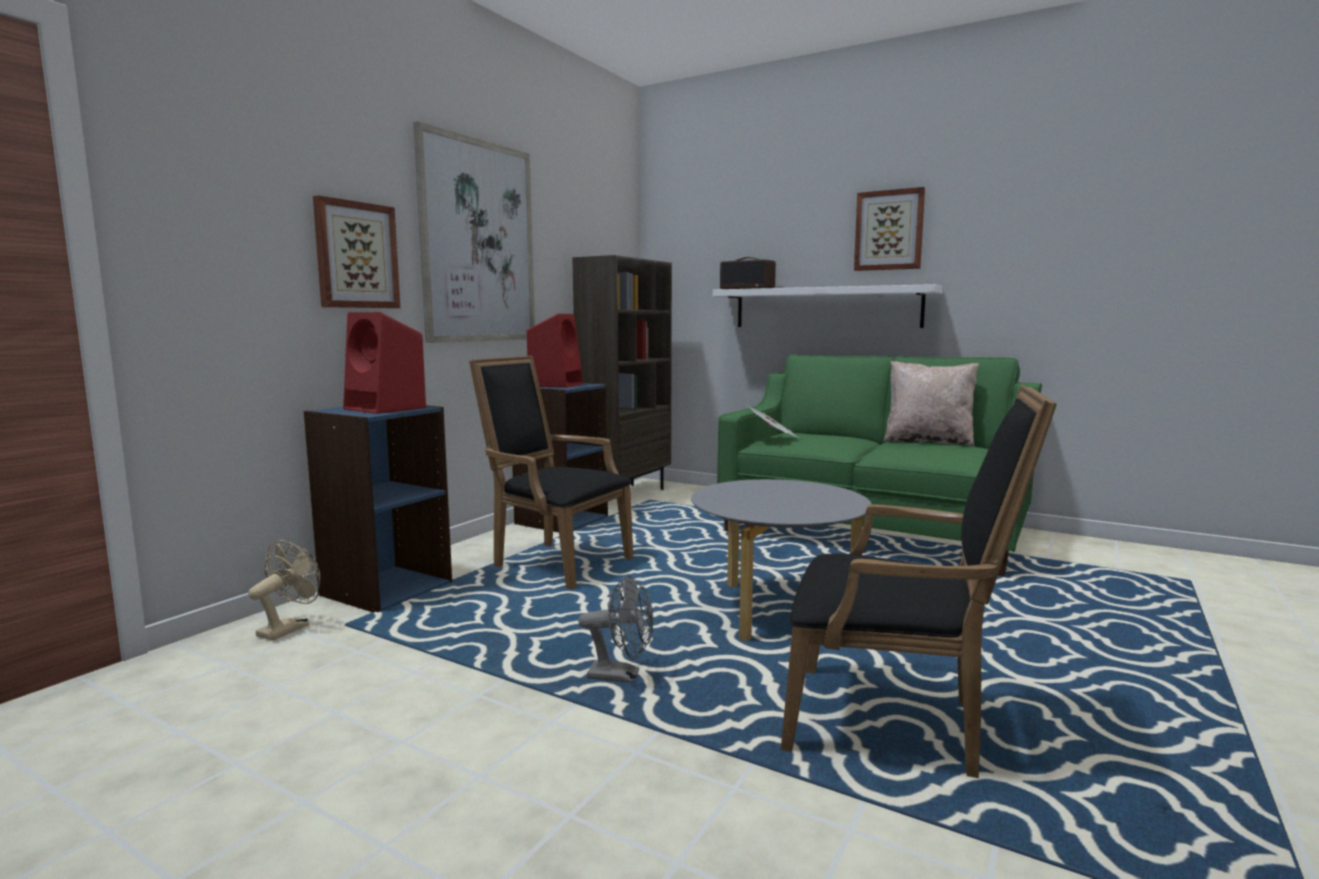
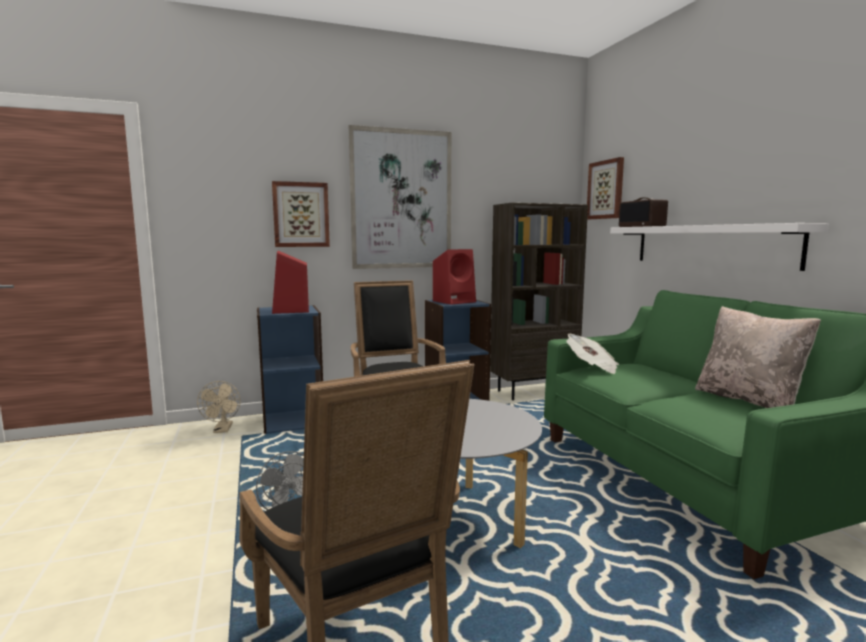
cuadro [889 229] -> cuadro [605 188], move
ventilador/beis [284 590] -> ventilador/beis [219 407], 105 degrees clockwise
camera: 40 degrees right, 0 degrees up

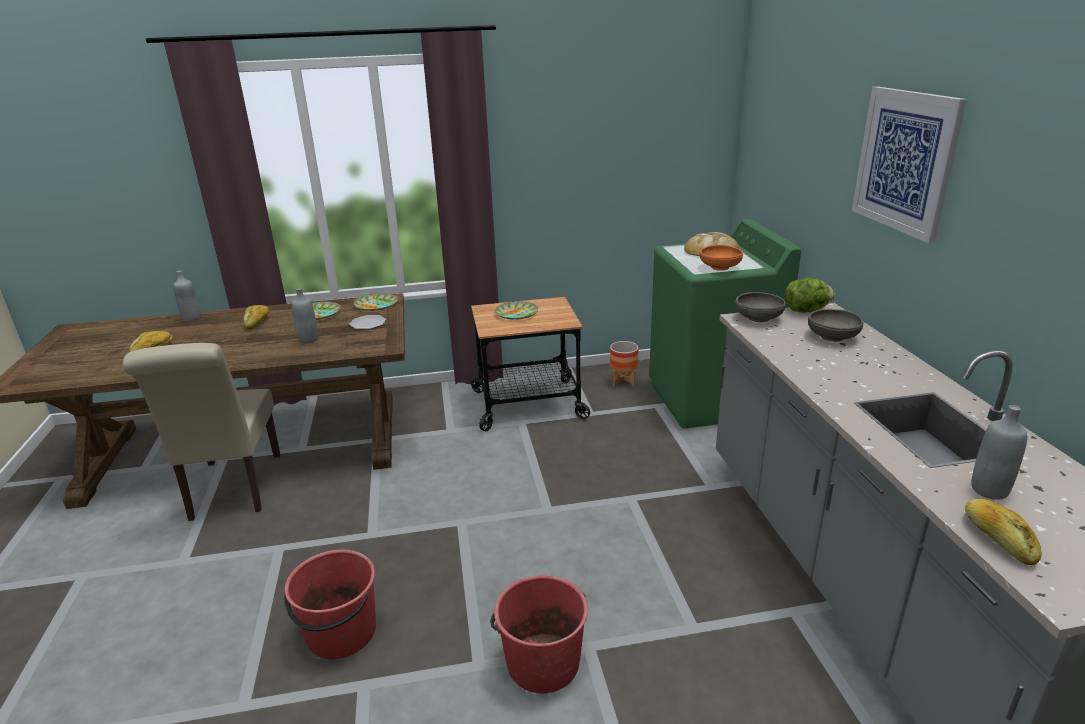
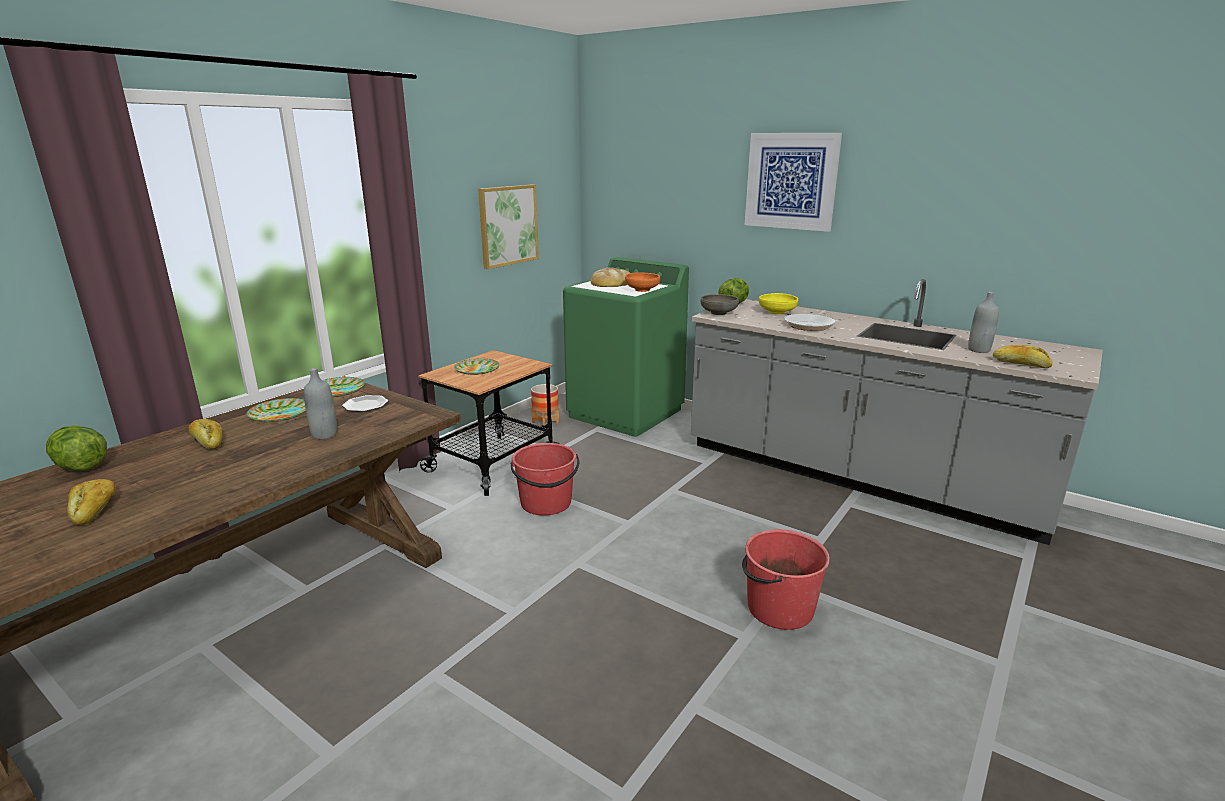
silla/beis [201 432] -> none
none -> cuadro [508 227]
none -> sartén [809 320]
cubo/rojo [330 604] -> cubo/rojo [545 479], move
botella/gris [187 296] -> lechuga [76 448]
cuenco/gris [835 325] -> cuenco/amarillo [778 304]
camera: 45 degrees left, 5 degrees down

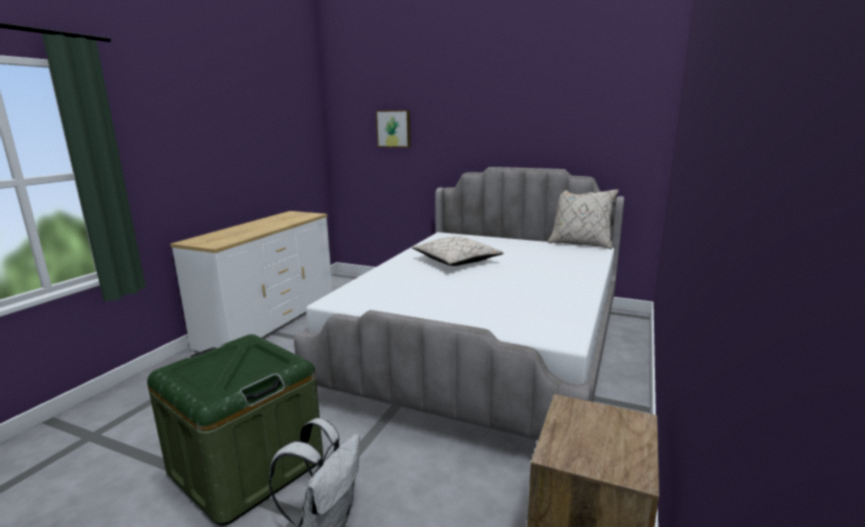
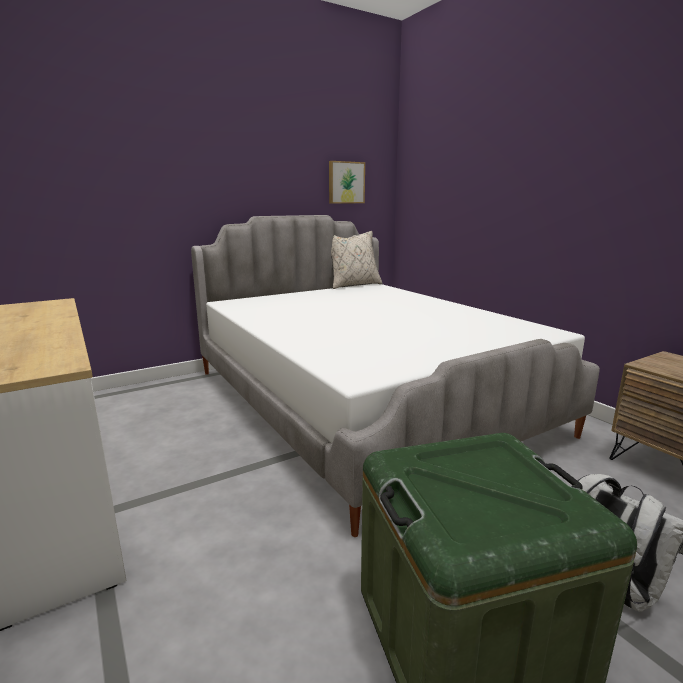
cojín/beis [458 251] -> none
cuadro [393 129] -> cuadro [347 182], move
camera: 55 degrees left, 0 degrees up

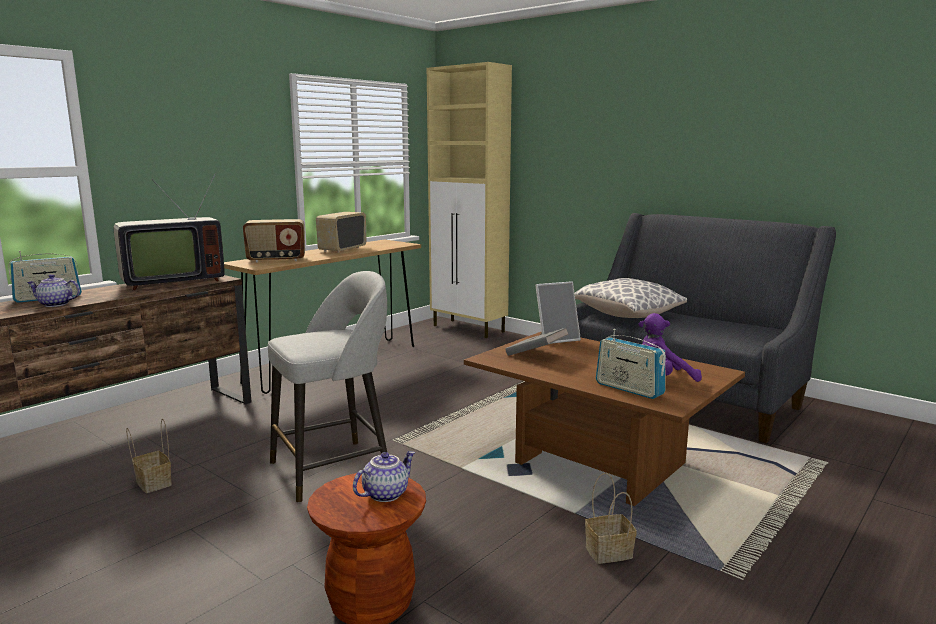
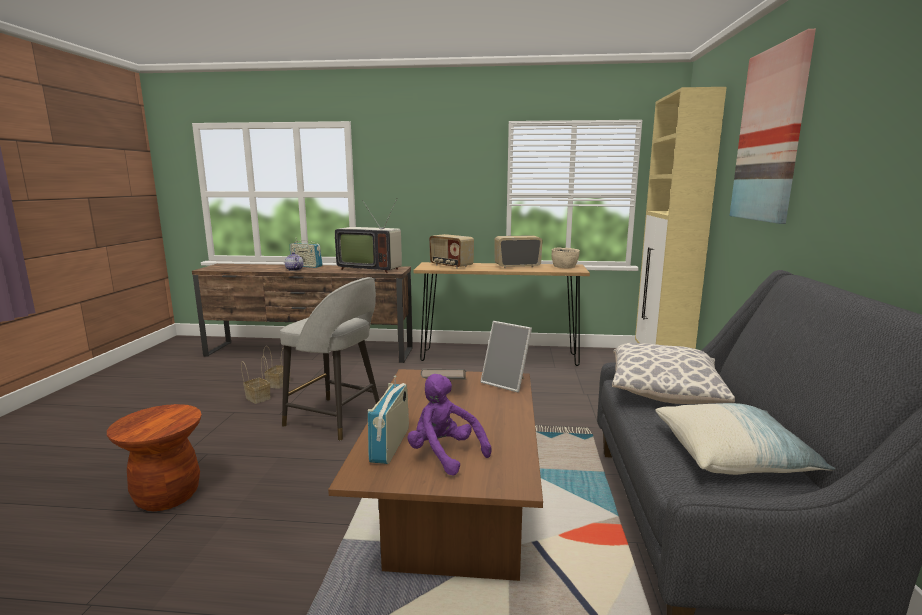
tetera [384 476] -> none
none -> cuenco/beis [565 258]
none -> cojín [745 439]
none -> cuadro [773 126]
cesta [610 518] -> cesta [256 380], move
camera: 55 degrees right, 0 degrees up

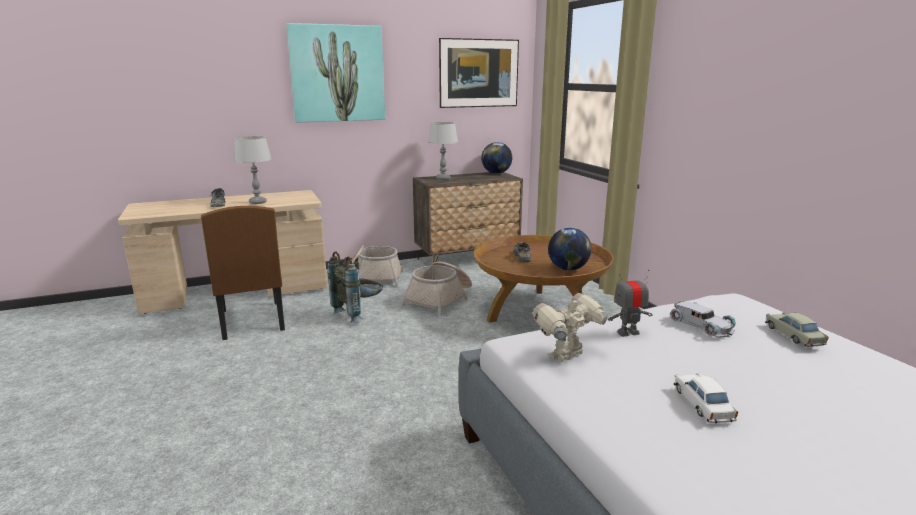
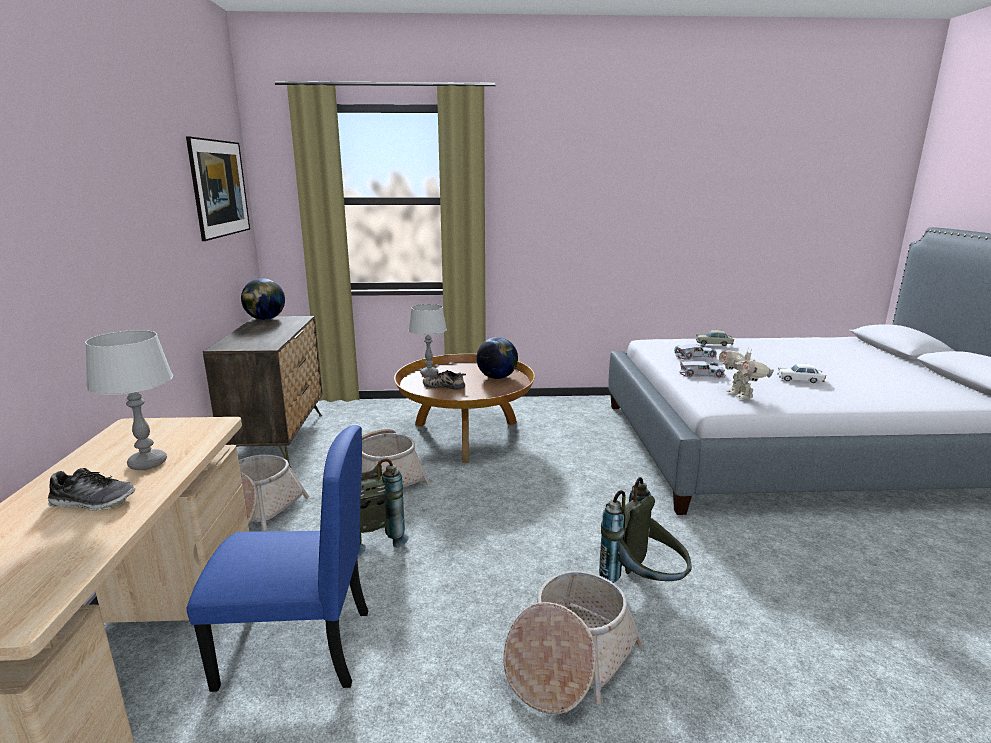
cuadro [335 72] -> none
none -> cesta [573 642]
none -> mochila/gris [645 530]
lámpara de mesa/gris [443 151] -> lámpara de mesa/gris [428 340], move
robot de juguete [630 303] -> coche de juguete/blanco [702 370]
silla/marrón [243 273] -> silla/azul [277 558]
camera: 70 degrees left, 0 degrees up

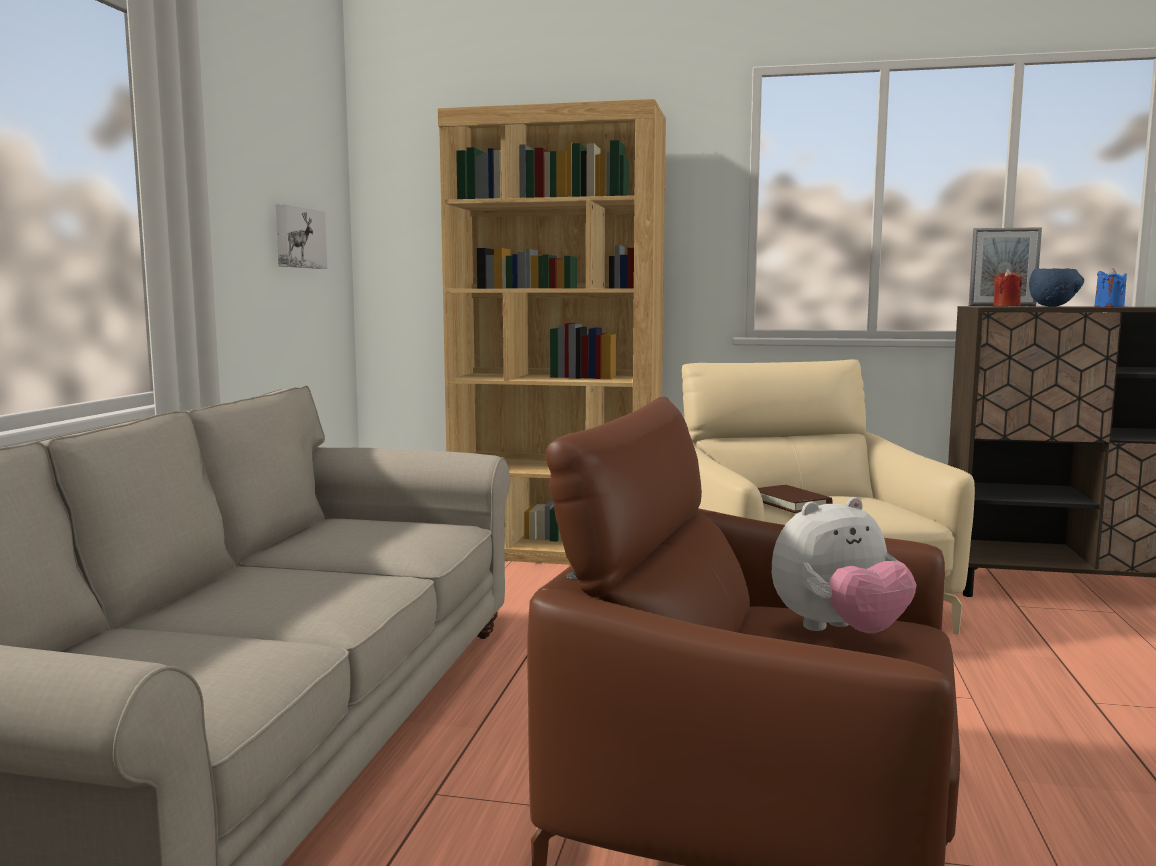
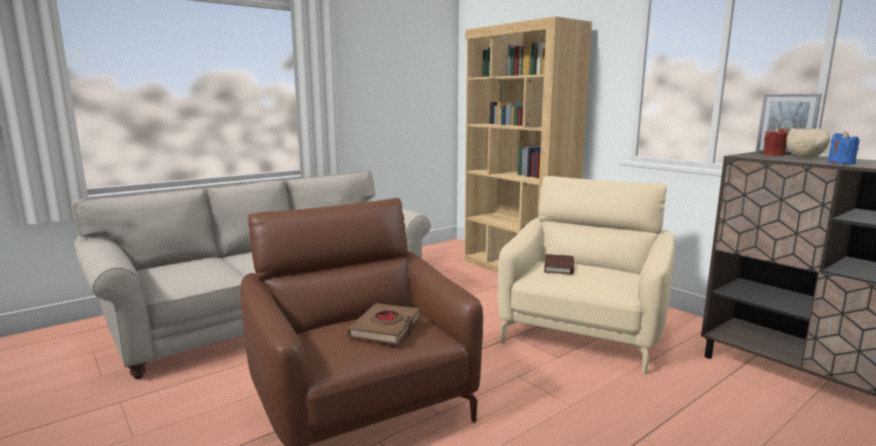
cuadro [301 236] -> none
peluche [844 565] -> libro/marrón [384 324]
cuenco/azul [1056 287] -> cuenco/beis [808 143]
camera: 40 degrees right, 5 degrees up

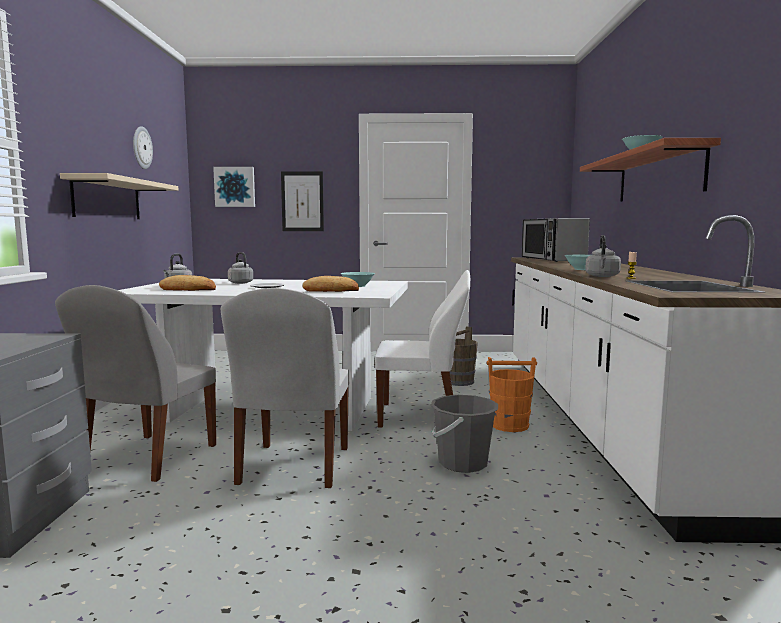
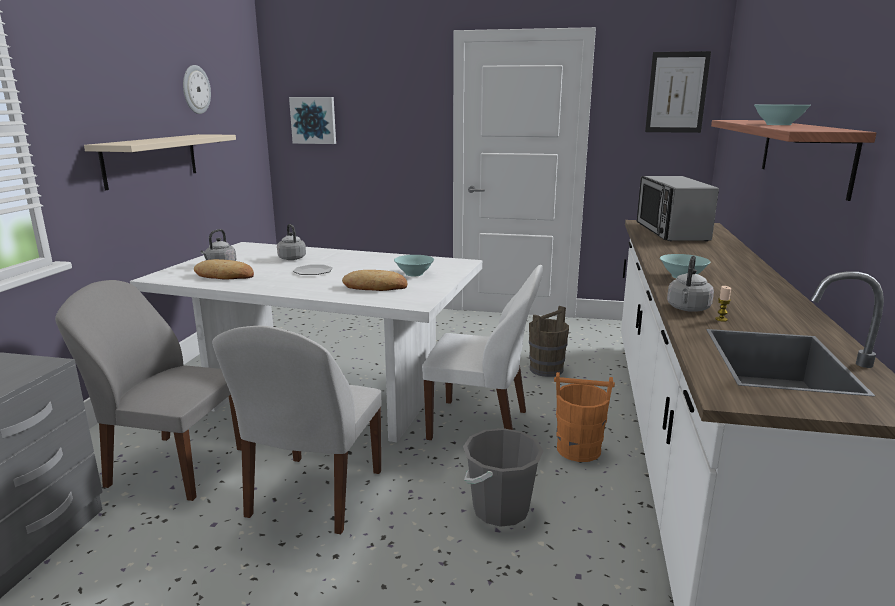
cuadro [302 201] -> cuadro [678 92], move
silla/gris [135 383] -> silla/gris [148 390], 75 degrees clockwise
camera: 10 degrees right, 10 degrees up

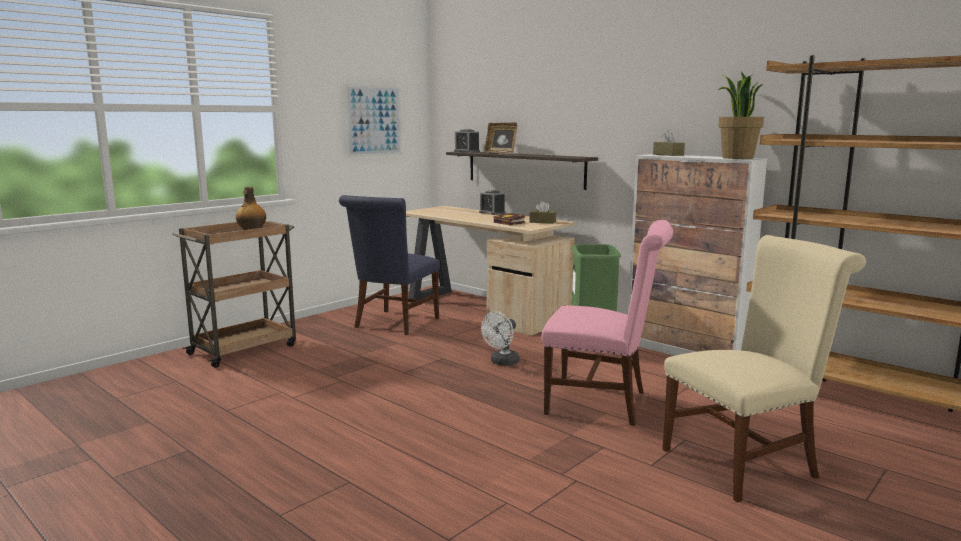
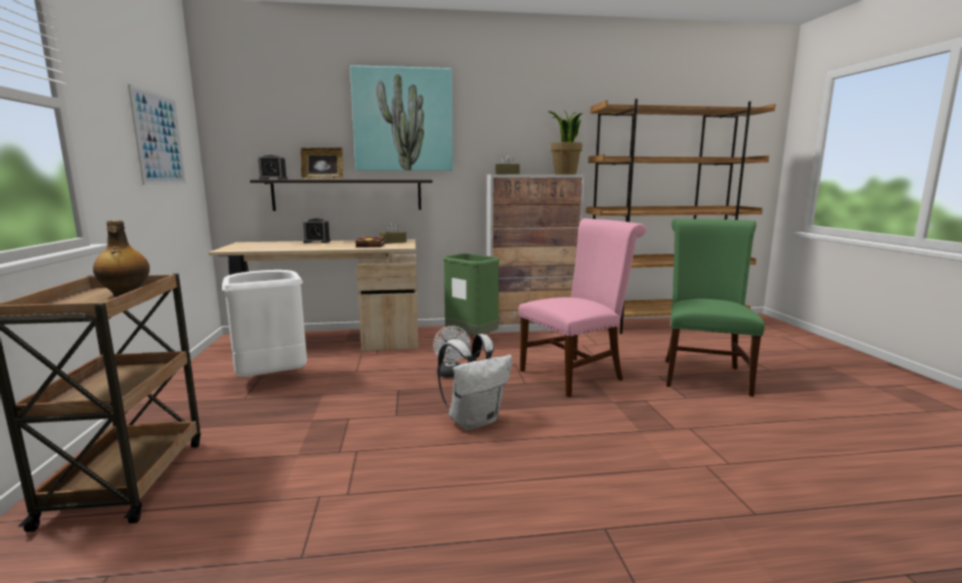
none -> cuadro [401 118]
none -> mochila/blanco [475 382]
silla/azul [389 265] -> papelera/blanco [264 323]
silla/beis [764 369] -> silla/verde [715 308]
camera: 50 degrees left, 0 degrees up

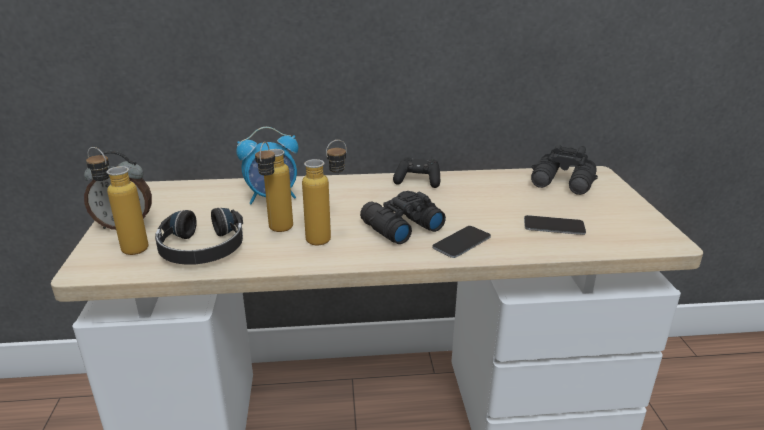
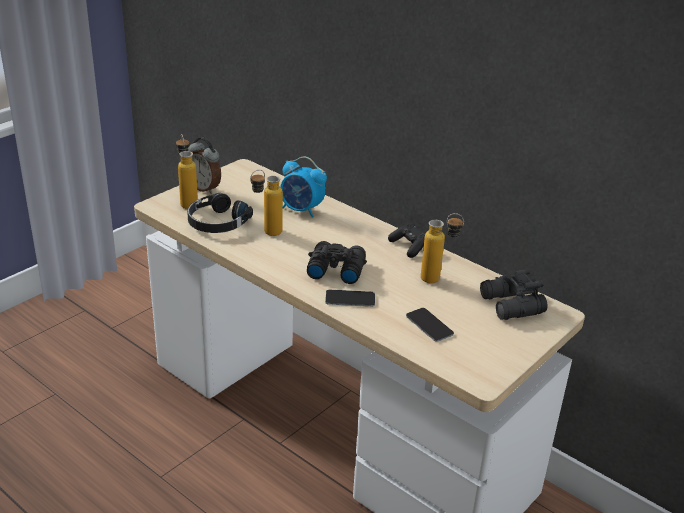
botella [324 192] -> botella [442 248], move
camera: 45 degrees right, 5 degrees up

